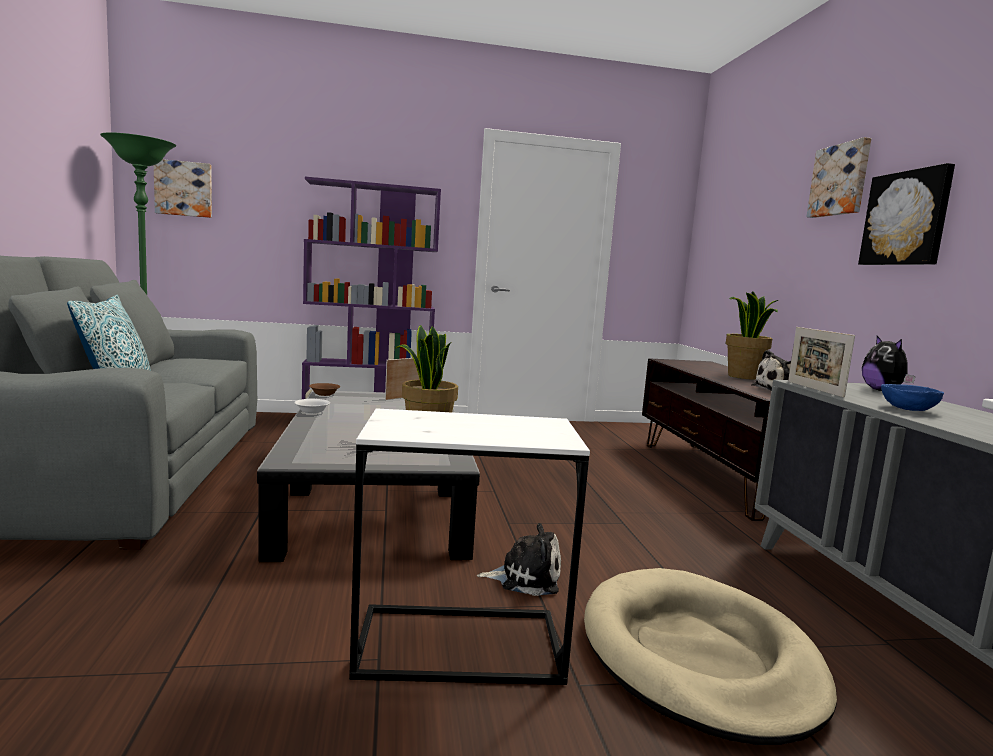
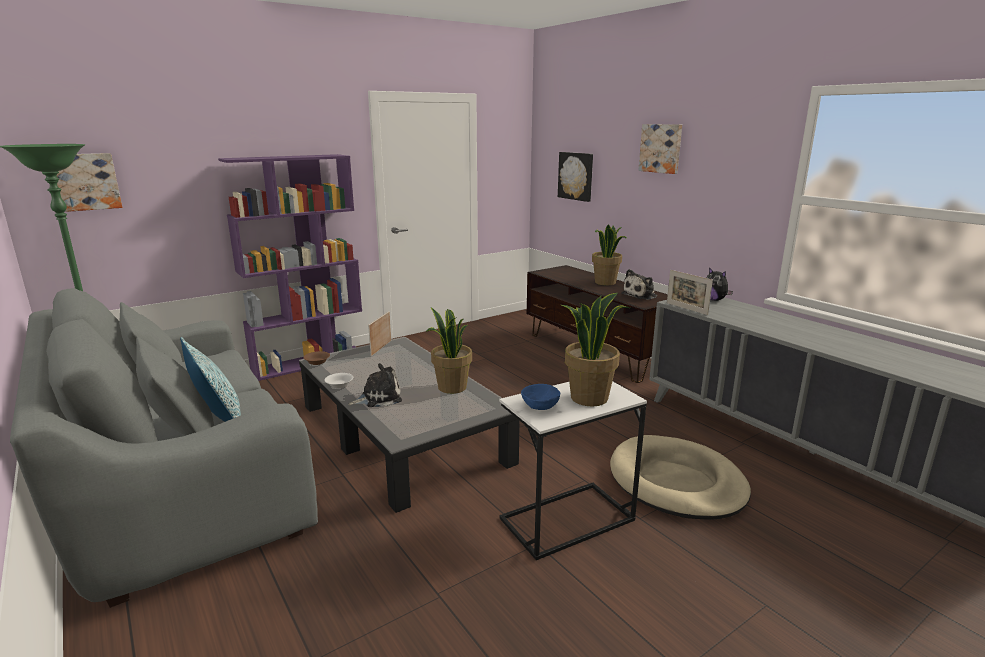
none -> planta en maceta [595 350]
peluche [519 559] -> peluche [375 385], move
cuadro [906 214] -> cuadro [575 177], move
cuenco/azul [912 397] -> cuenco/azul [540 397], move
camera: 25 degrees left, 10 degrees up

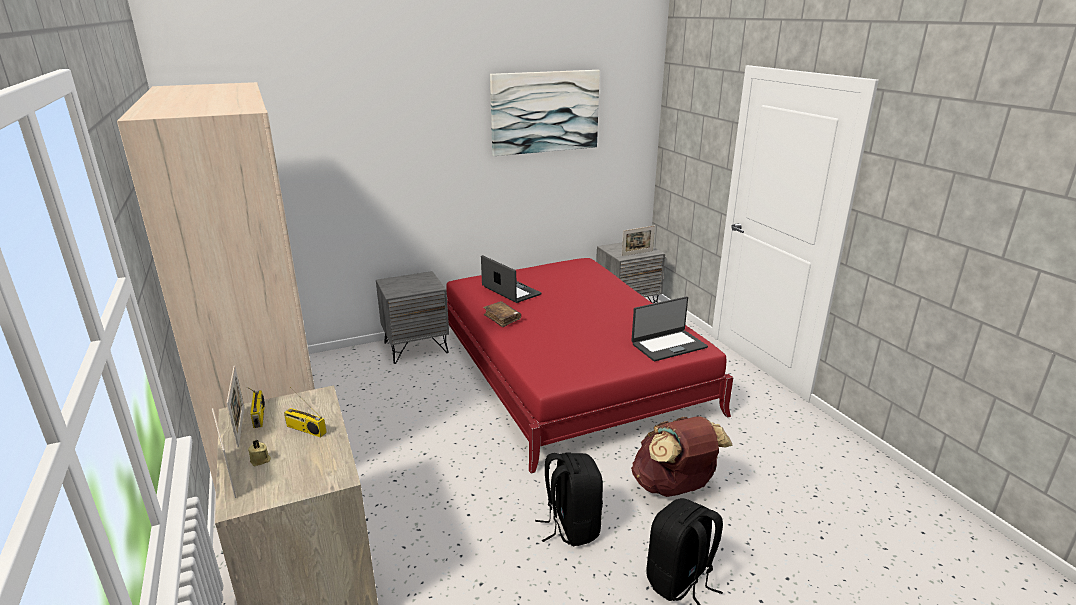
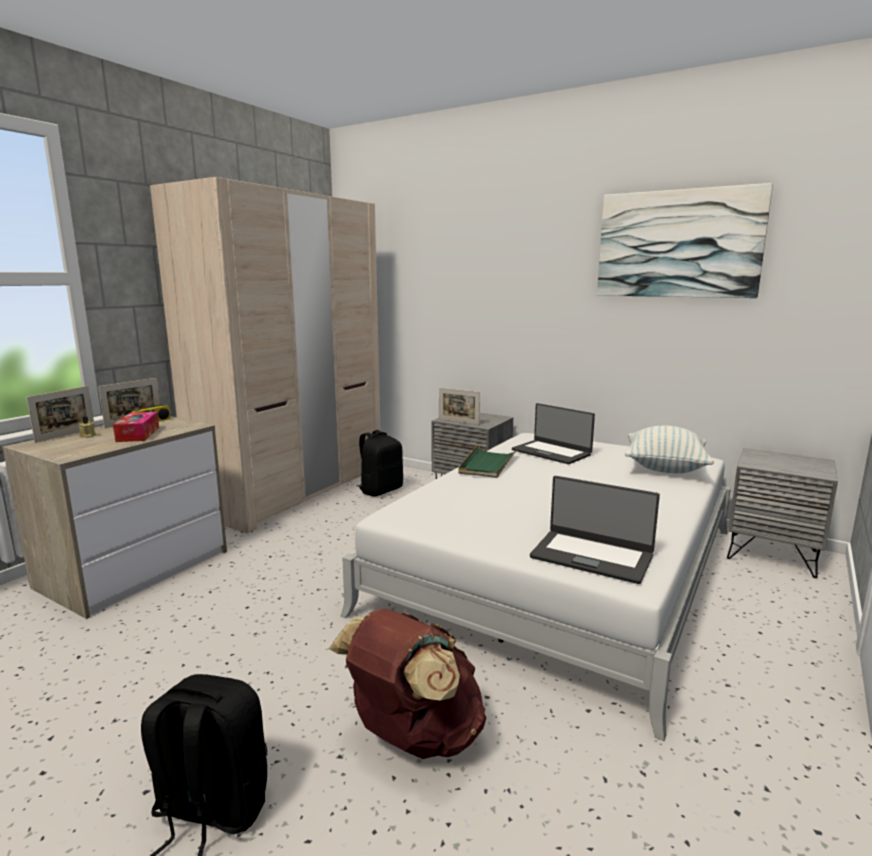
none -> cojín [669 450]
mochila/negro [569 499] -> mochila/negro [380 463], move
portarretratos [638 241] -> portarretratos [459 406], move
radio [305 412] -> caja de pañuelos [136 427]
libro/marrón [502 314] -> bandeja/verde [487 461]
cama/rojo [589 365] -> cama/blanco [536 587]
portátil [511 279] -> portátil [553 433], 120 degrees clockwise
camera: 55 degrees right, 10 degrees down

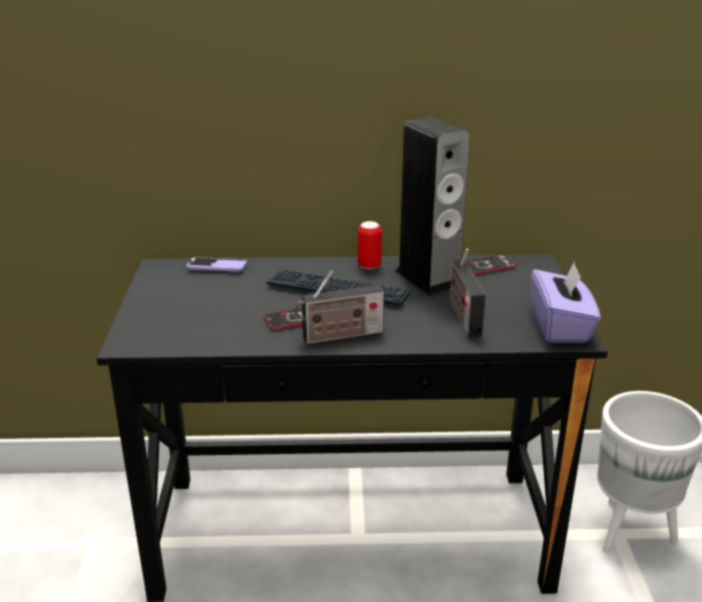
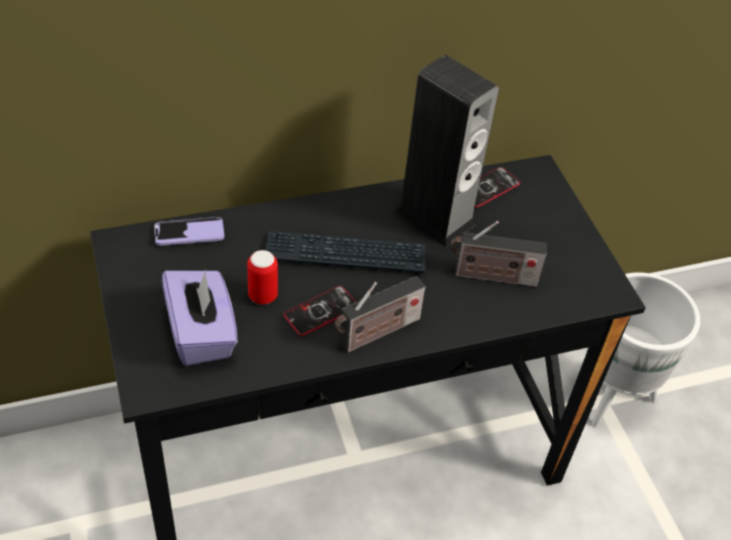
lata [370 245] -> lata [262 277], move
caja de pañuelos/morado [566 302] -> caja de pañuelos/morado [200 318], move
radio [468 292] -> radio [499 254], 60 degrees counterclockwise
camera: 20 degrees left, 20 degrees up

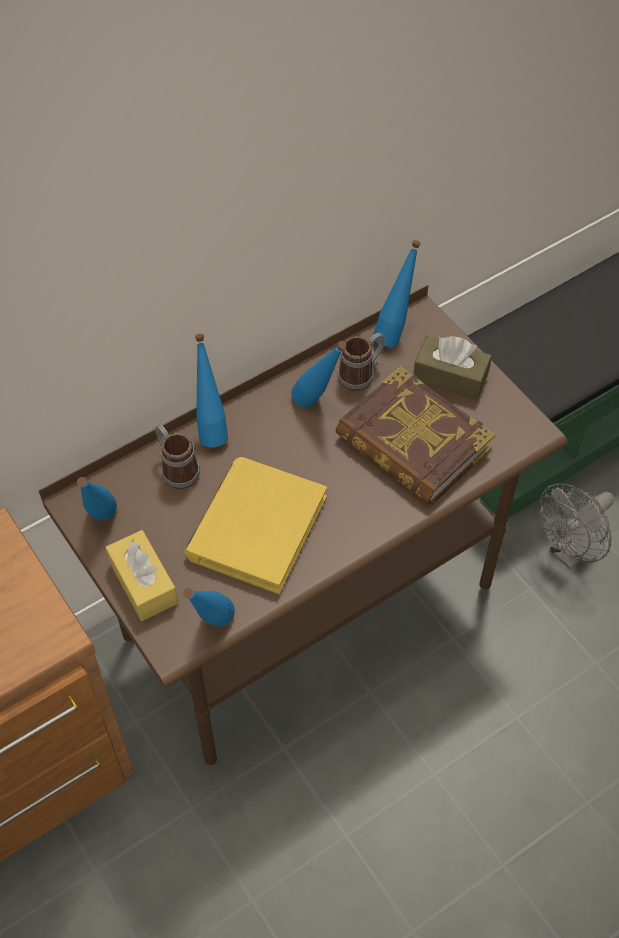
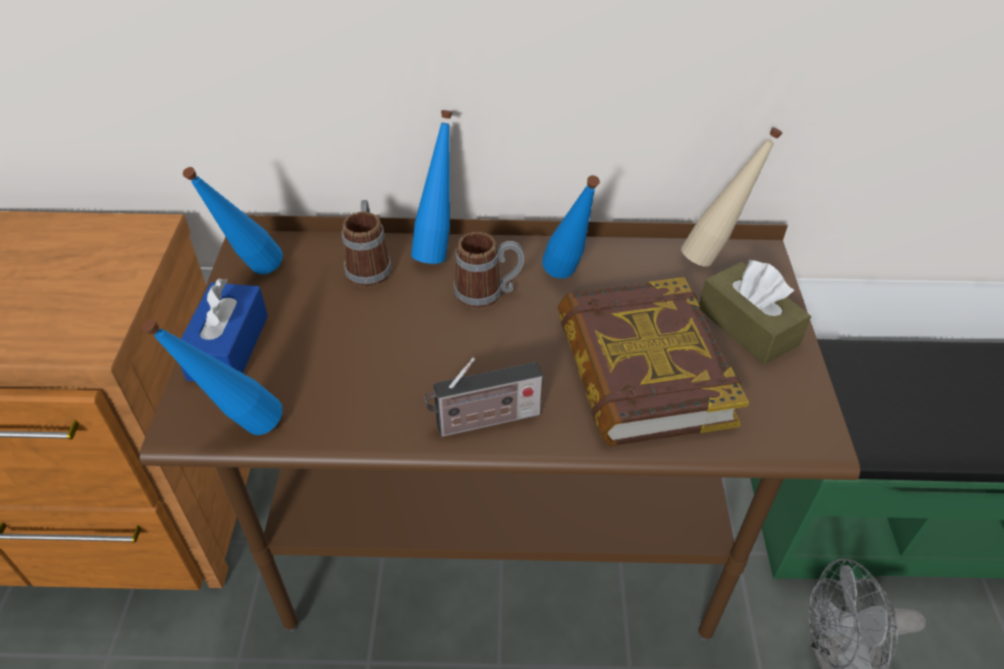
libro/amarillo [255 525] -> none
none -> radio [483 397]
taza grande [361 362] -> taza grande [489 270], move
caja de pañuelos/amarillo [142 575] -> caja de pañuelos/azul [224 330]
botella/azul [397 293] -> botella/beis [731 197]
camera: 35 degrees right, 10 degrees down

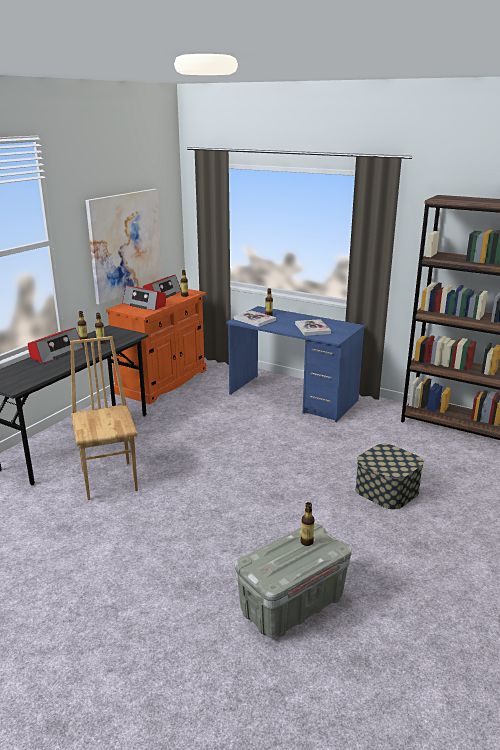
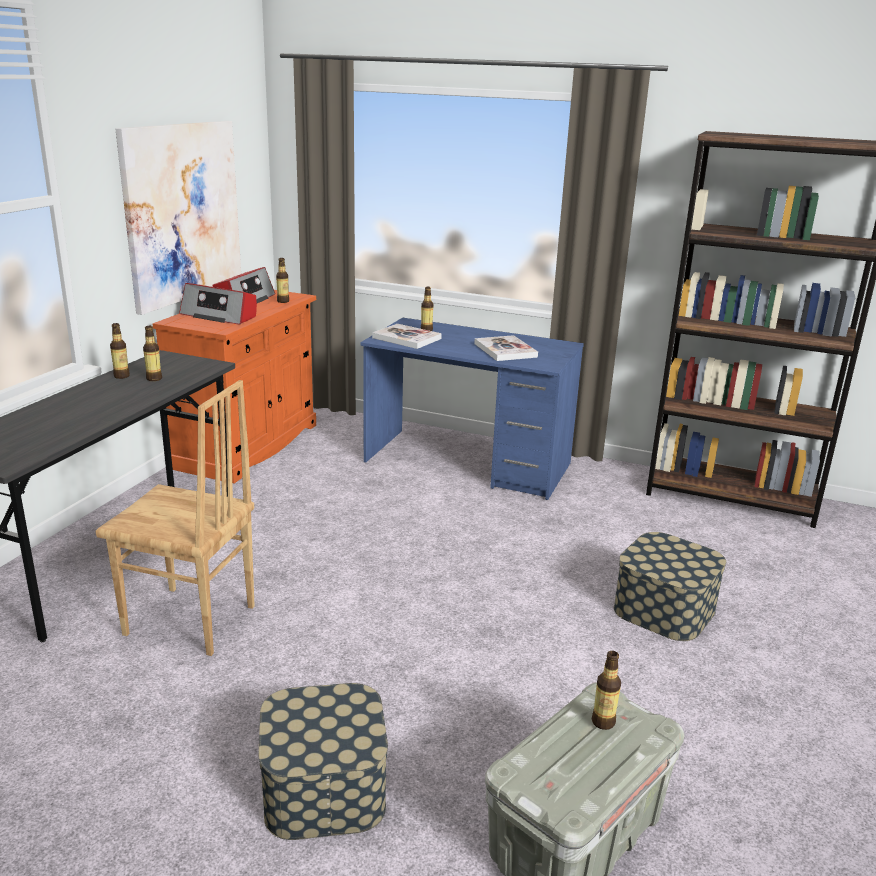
radio [56 346] -> none
none -> caja de almacenaje [323 761]
silla/marrón [104 418] -> silla/marrón [175 518], 135 degrees clockwise
camera: 10 degrees left, 0 degrees up

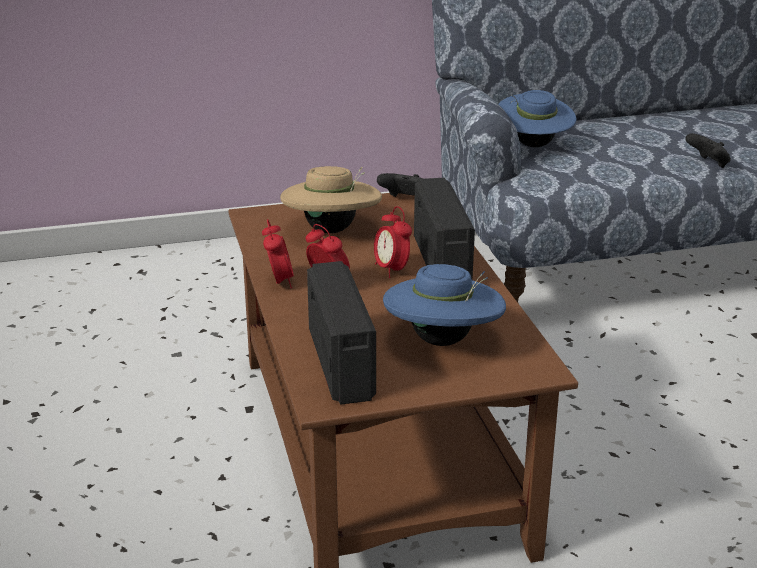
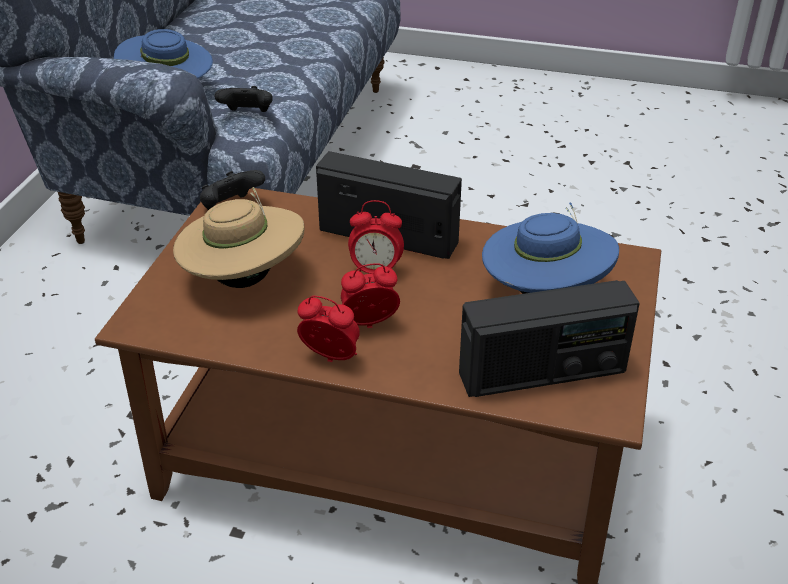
mando de consola/negro [708 150] -> mando de consola/negro [243 99], move
radio [341 332] -> radio [549 338], 150 degrees clockwise
camera: 60 degrees left, 10 degrees up

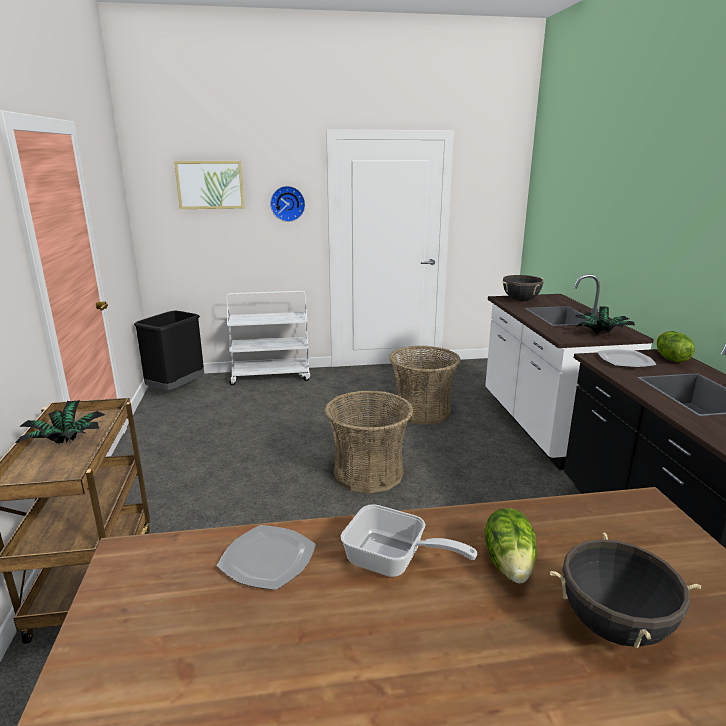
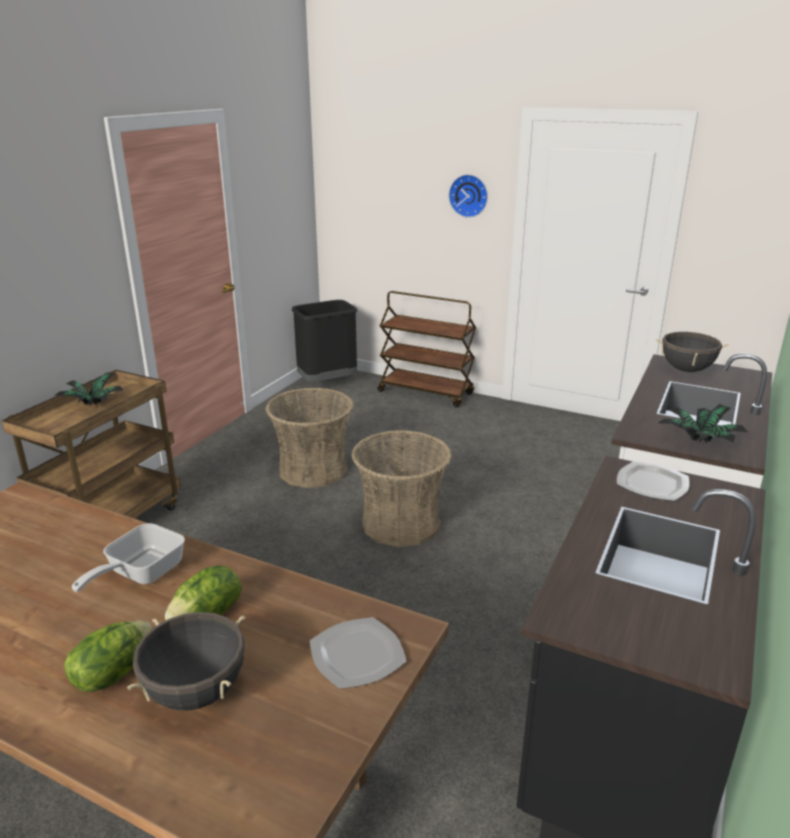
cuadro [209 185] -> none
plato [266 557] -> plato [358 653], move
cesta [425 385] -> cesta [309 437], move
lechuga [675 346] -> lechuga [108 656], move
carrito/blanco [268 338] -> carrito/marrón [426 349]
sartén [409 540] -> sartén [128 557], 60 degrees clockwise
camera: 35 degrees right, 5 degrees up

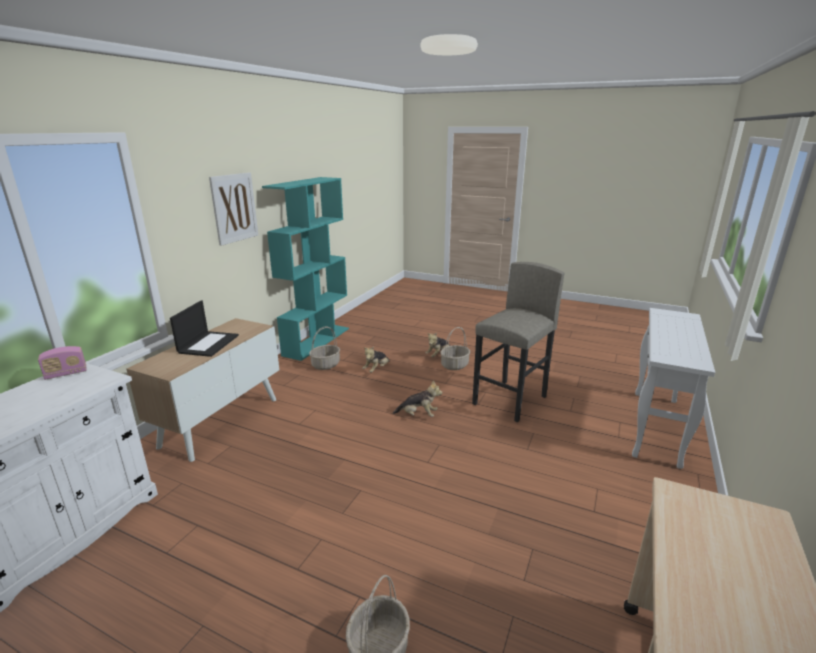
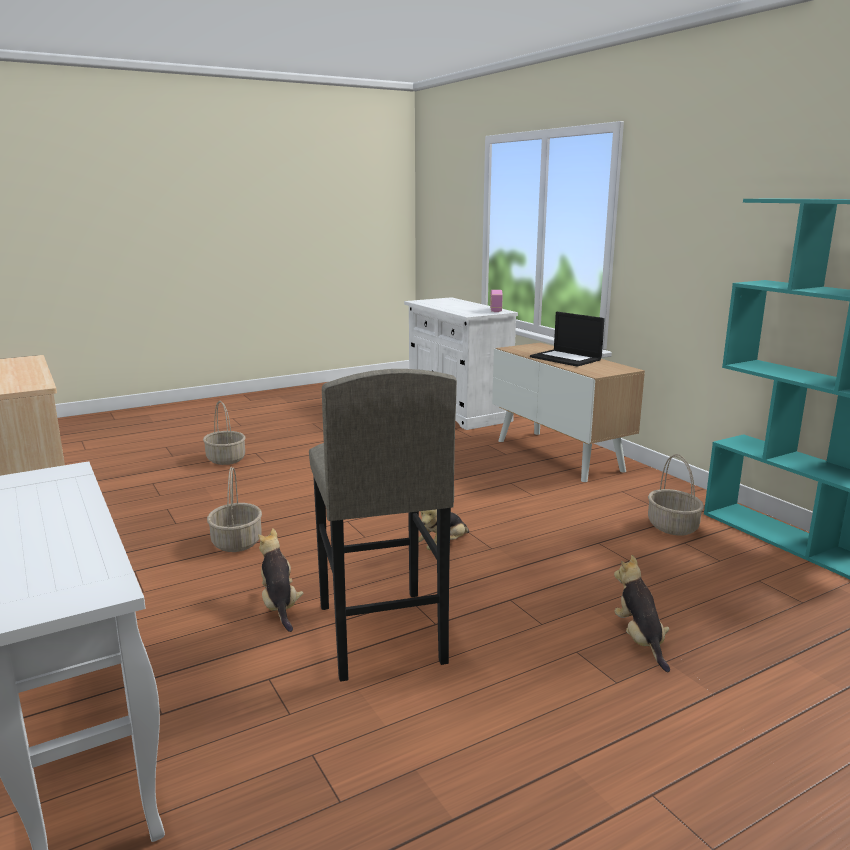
cuadro [233 209] -> none
peluche [376 359] -> peluche [280 580], move
cesta [455 348] -> cesta [234 509], move
camera: 125 degrees right, 5 degrees down

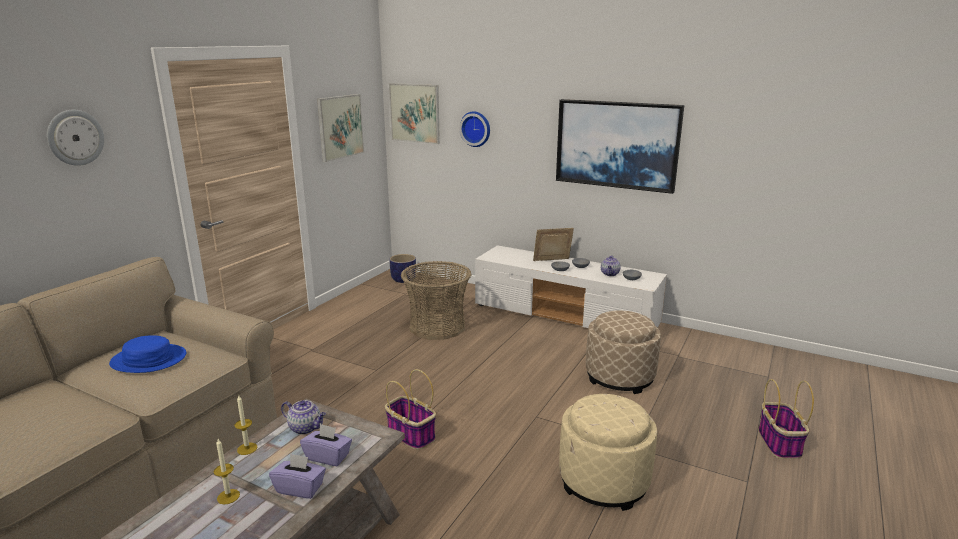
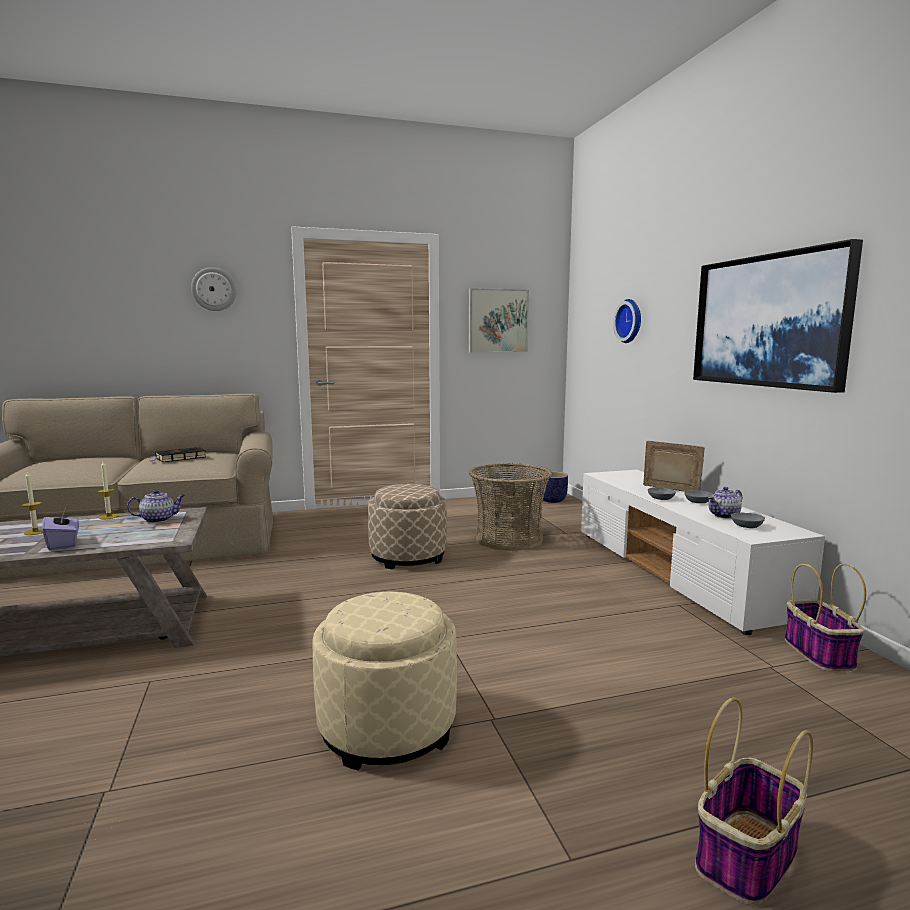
caja de pañuelos/morado [326 445] -> none
cuadro [414 113] -> none
cesta [410 409] -> cesta [825 617], move
puf/beis [623 352] -> puf/beis [407 527], move
sombrero/azul [147 354] -> libro/negro [178 454]
tetera [303 417] -> tetera [156 506], 90 degrees counterclockwise
camera: 45 degrees right, 10 degrees down

